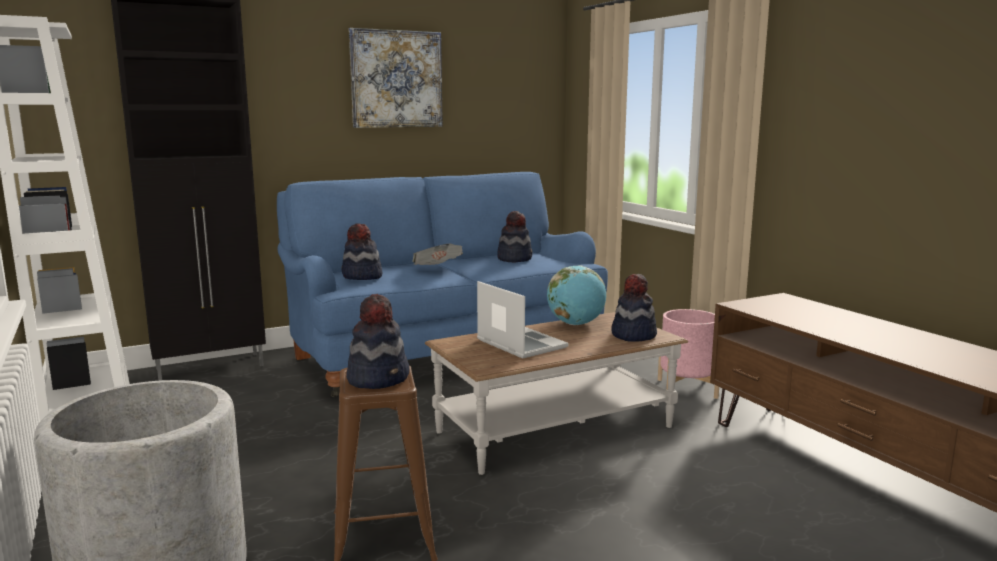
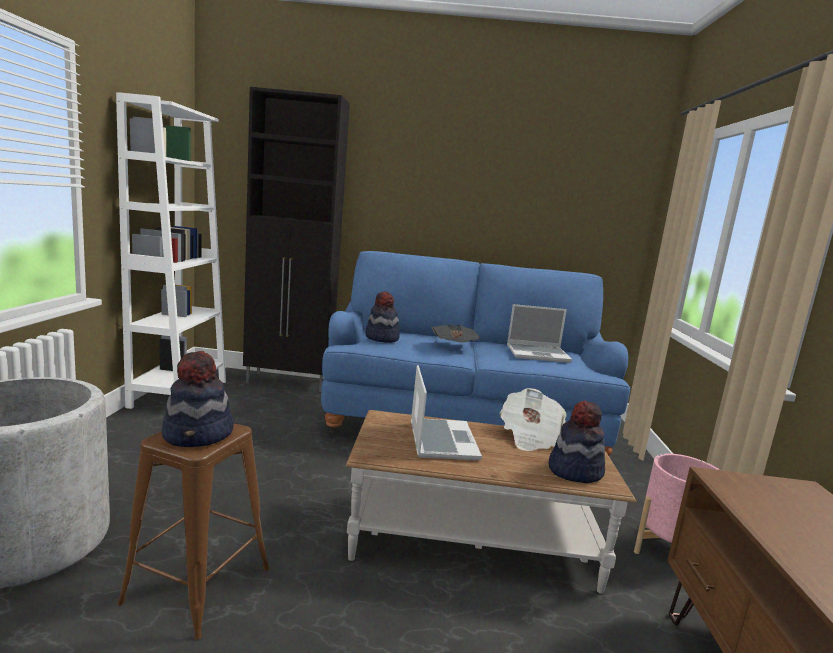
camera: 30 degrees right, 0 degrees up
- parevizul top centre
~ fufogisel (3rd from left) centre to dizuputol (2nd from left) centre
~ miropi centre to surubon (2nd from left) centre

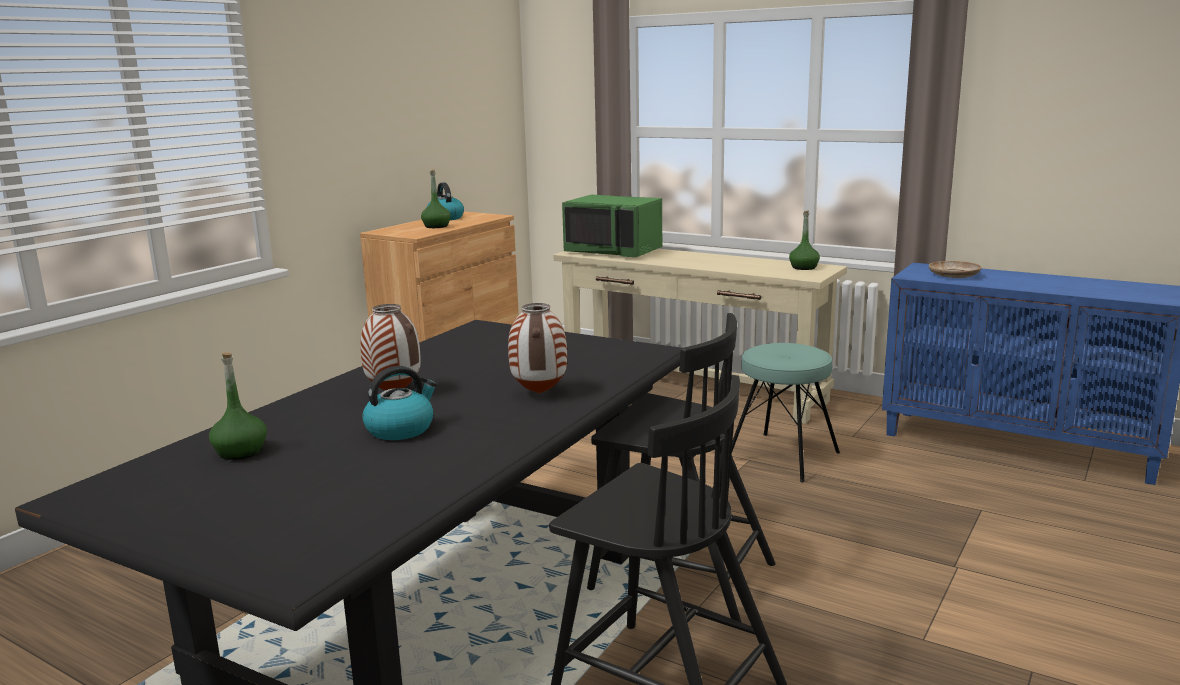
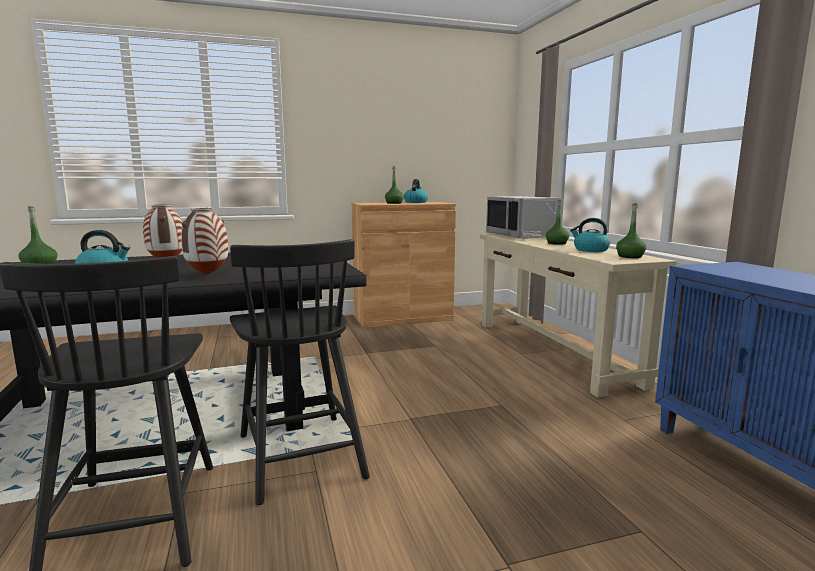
camera: 40 degrees right, 5 degrees down
~ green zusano top centre to grey zusano centre
- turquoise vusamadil centre
- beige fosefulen middle right
+ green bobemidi (3rd from left) middle right
+ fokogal (3rd from left) middle right

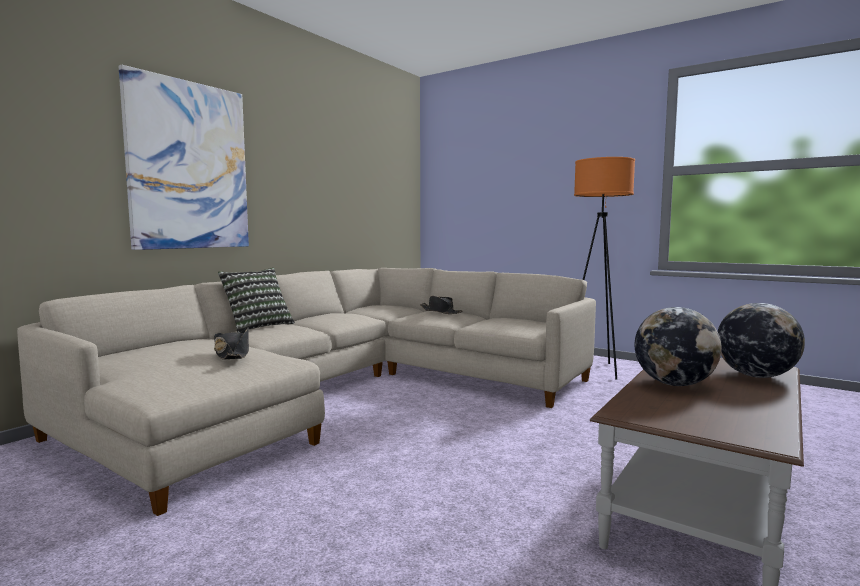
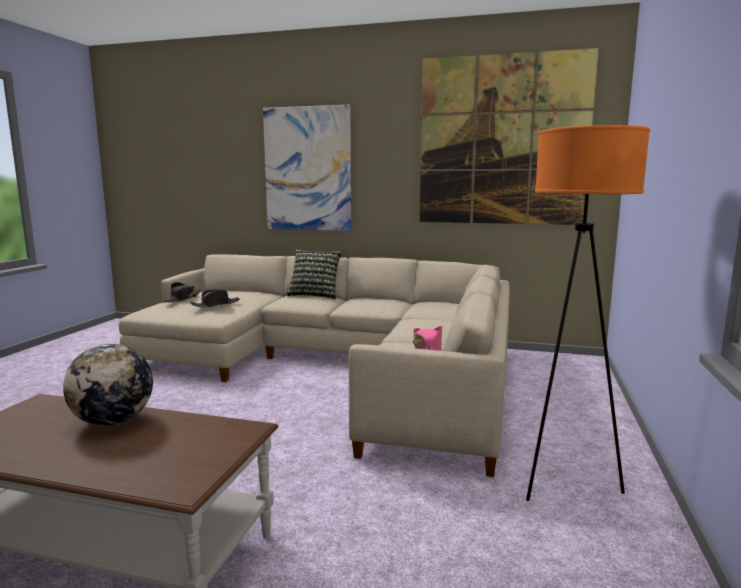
camera: 70 degrees right, 5 degrees up
~ black fufogisel (2nd from left in the first image) centre to black fufogisel (1st from left) middle left
- miropi (2nd from left) middle right
+ pink fufogisel centre
+ parevizul (2nd from left) top right

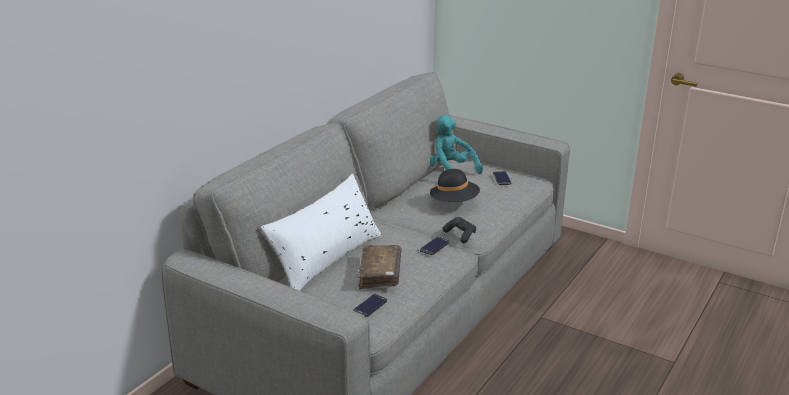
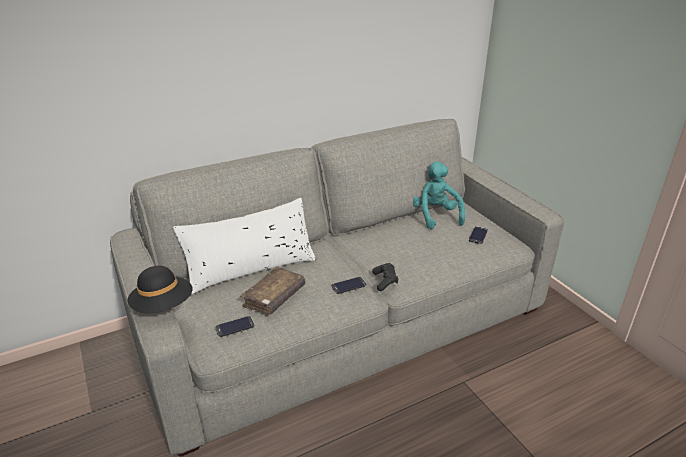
camera: 30 degrees right, 5 degrees up
~ black fufogisel centre to middle left

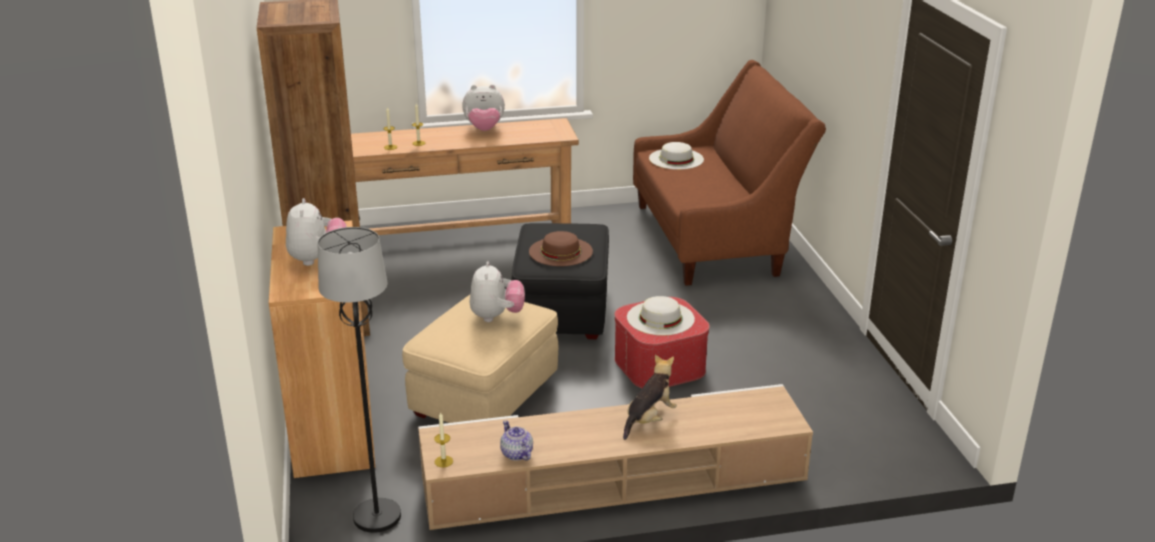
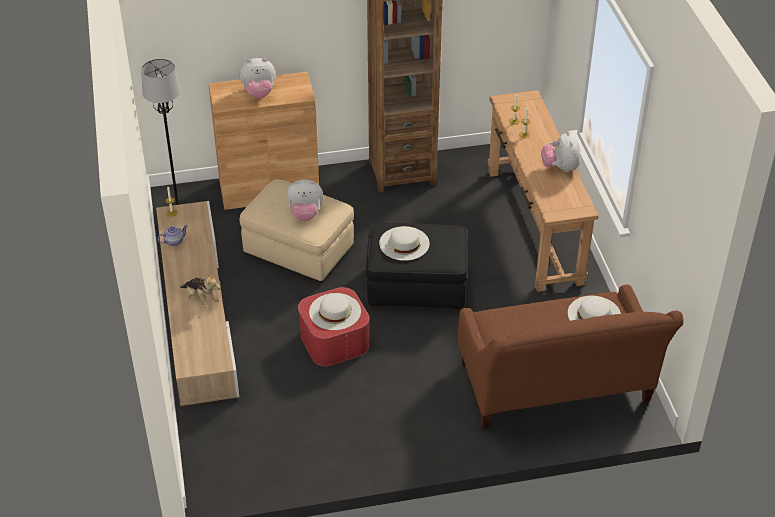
camera: 90 degrees right, 15 degrees up
~ brown fufogisel centre to white fufogisel (2nd from left) centre

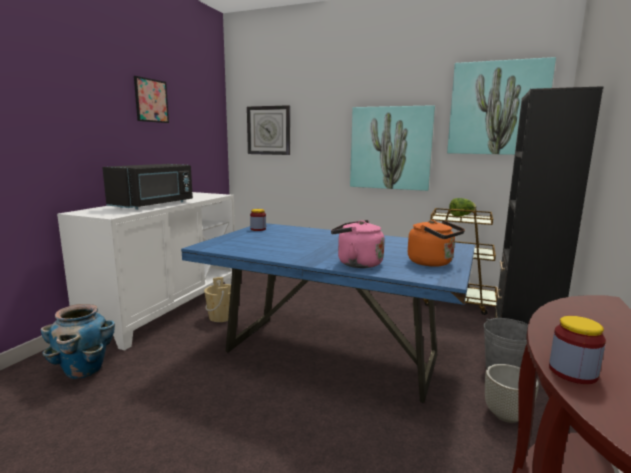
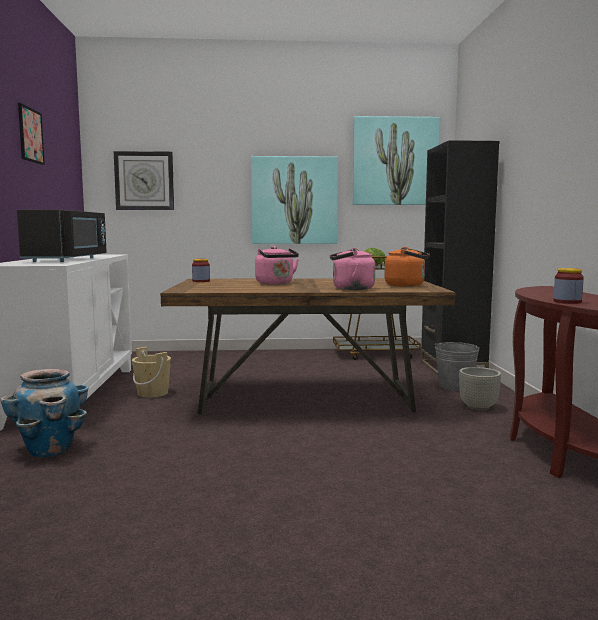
camera: 25 degrees left, 5 degrees down
~ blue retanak centre to brown retanak centre
+ pink fokogal (1st from left) centre

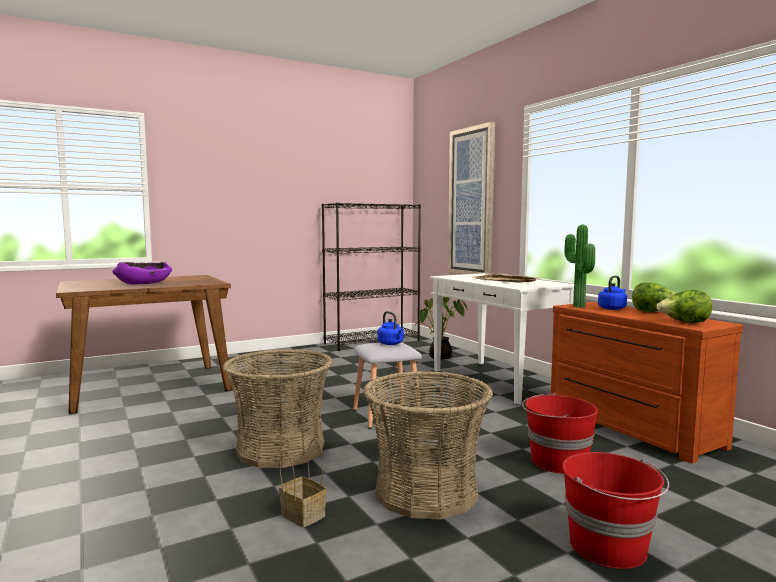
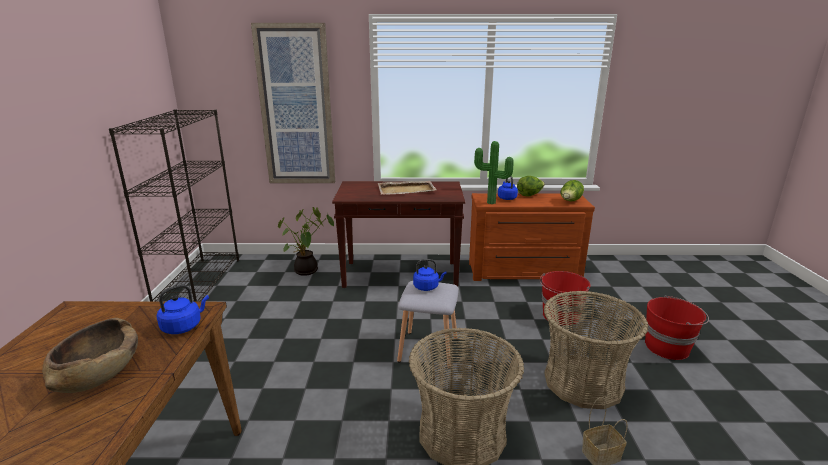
camera: 60 degrees left, 15 degrees up
~ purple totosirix middle left to brown totosirix bottom left
~ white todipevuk centre to brown todipevuk centre
+ blue fokogal (1st from left) middle left

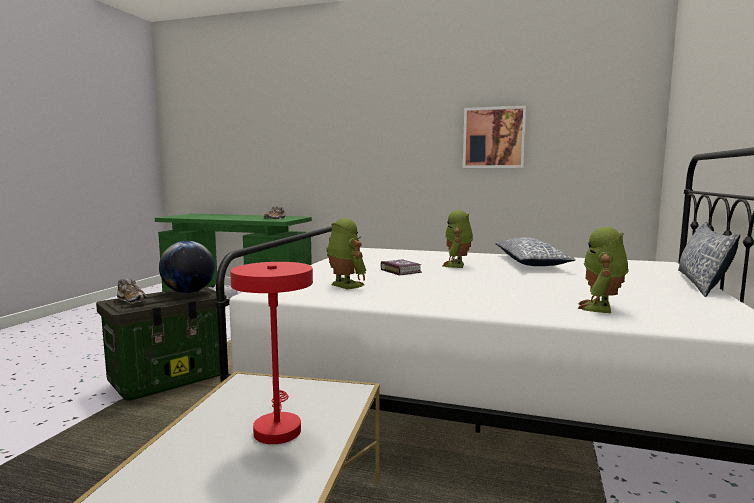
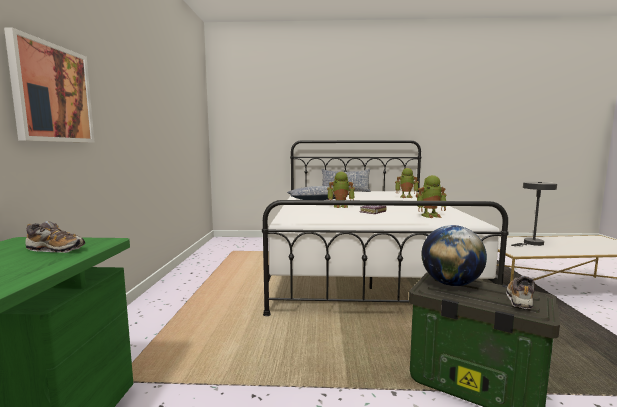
camera: 105 degrees left, 0 degrees up
~ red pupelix bottom centre to grey pupelix middle right
~ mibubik (1st from left in the first image) centre = middle right 135 degrees counterclockwise
~ parevizul top centre to top left

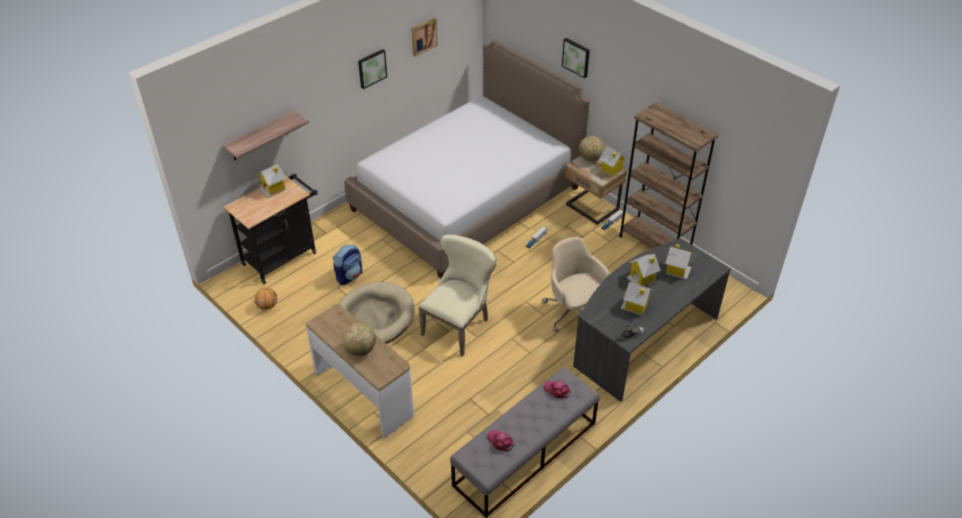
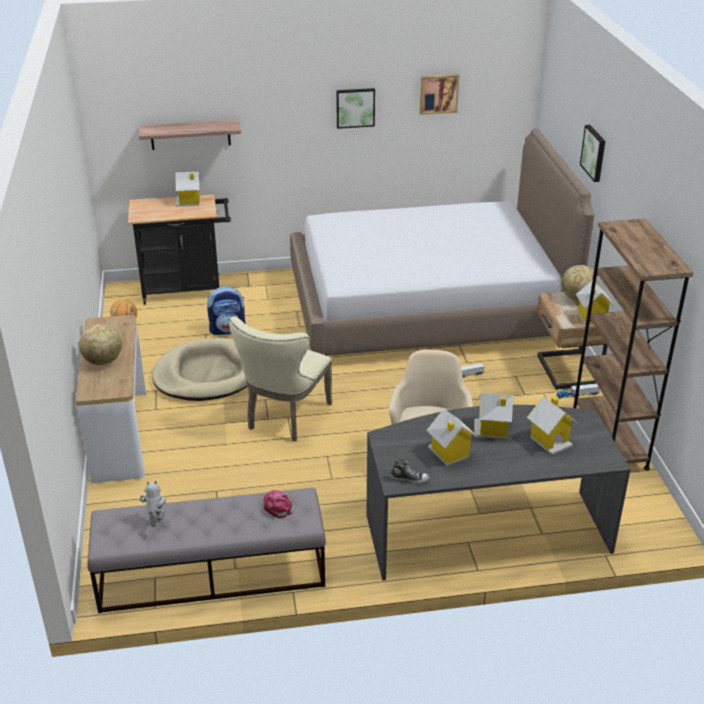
camera: 35 degrees right, 10 degrees down
~ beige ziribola centre = centre 135 degrees clockwise
~ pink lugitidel (1st from left) bottom centre to mibubik bottom left

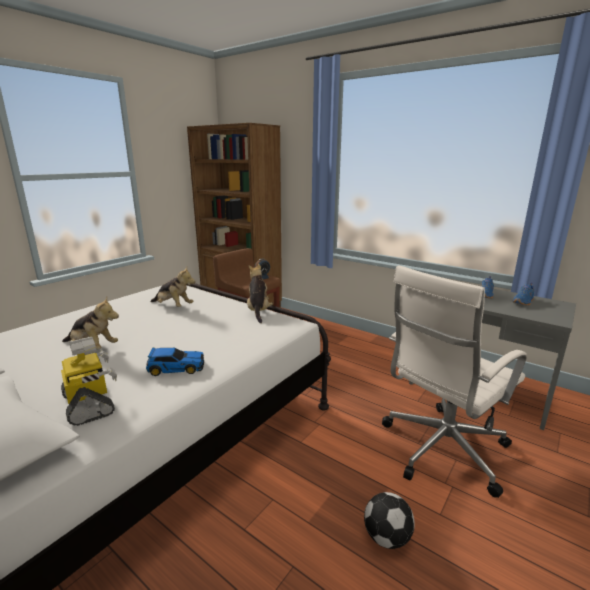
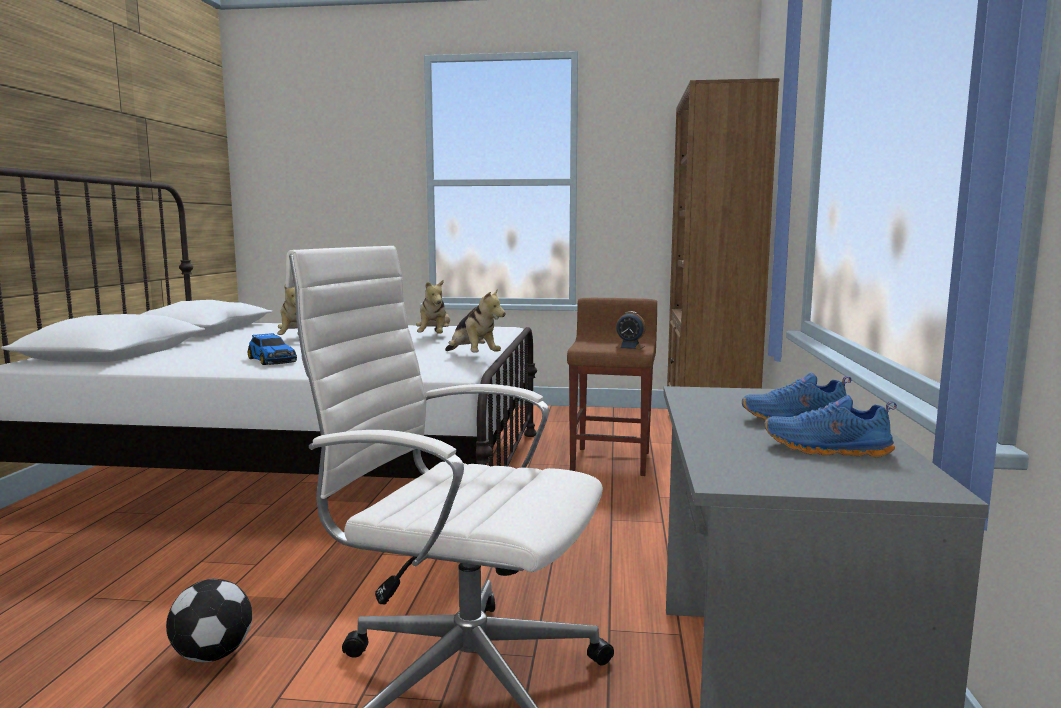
camera: 60 degrees right, 10 degrees down
- mibubik middle left
~ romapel (3rd from left) centre = centre 90 degrees clockwise

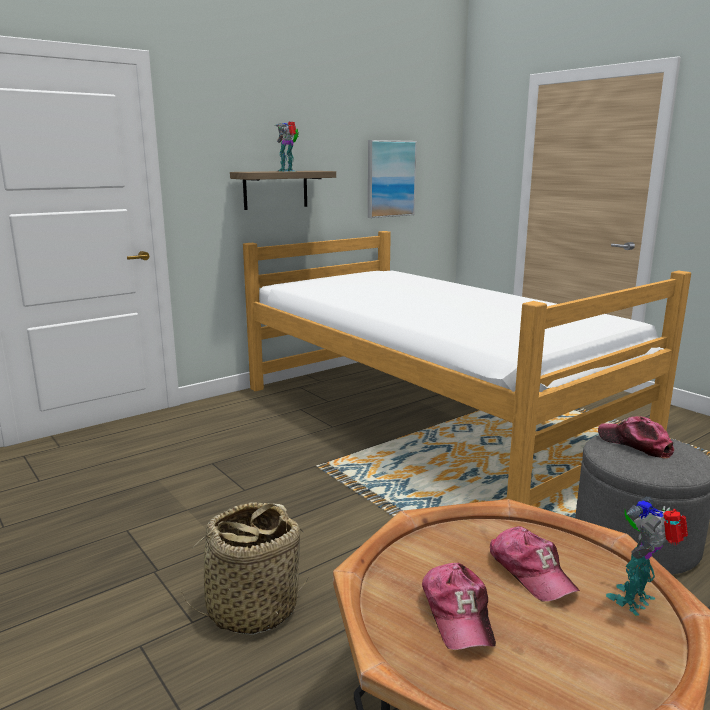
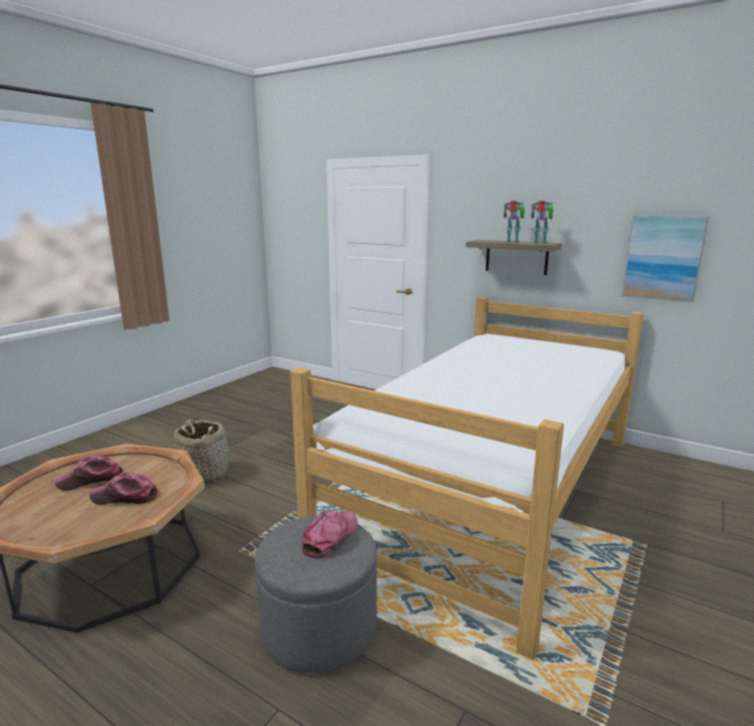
camera: 70 degrees right, 0 degrees up
~ lugitidel (2nd from left) bottom right = bottom left 45 degrees clockwise
~ mibubik (2nd from left) bottom right to top right

